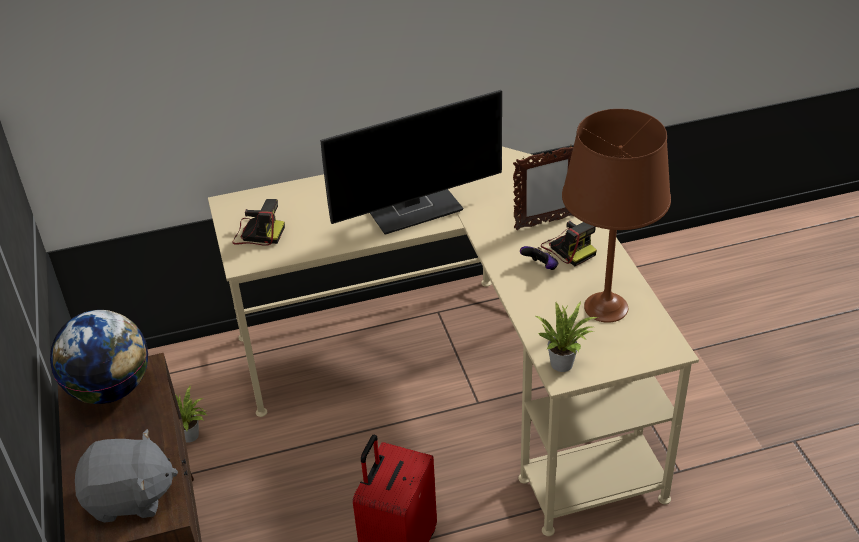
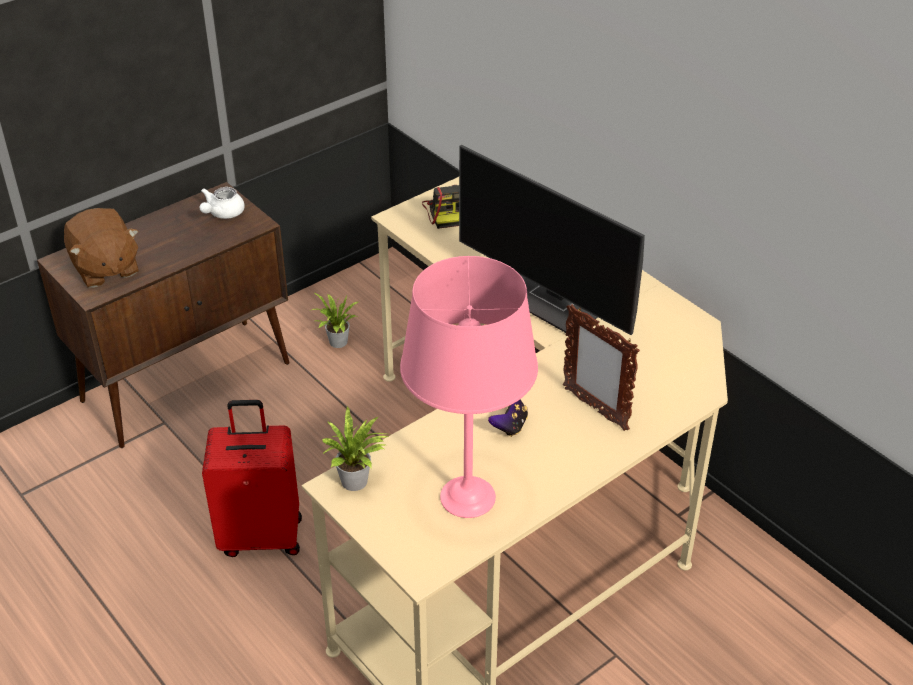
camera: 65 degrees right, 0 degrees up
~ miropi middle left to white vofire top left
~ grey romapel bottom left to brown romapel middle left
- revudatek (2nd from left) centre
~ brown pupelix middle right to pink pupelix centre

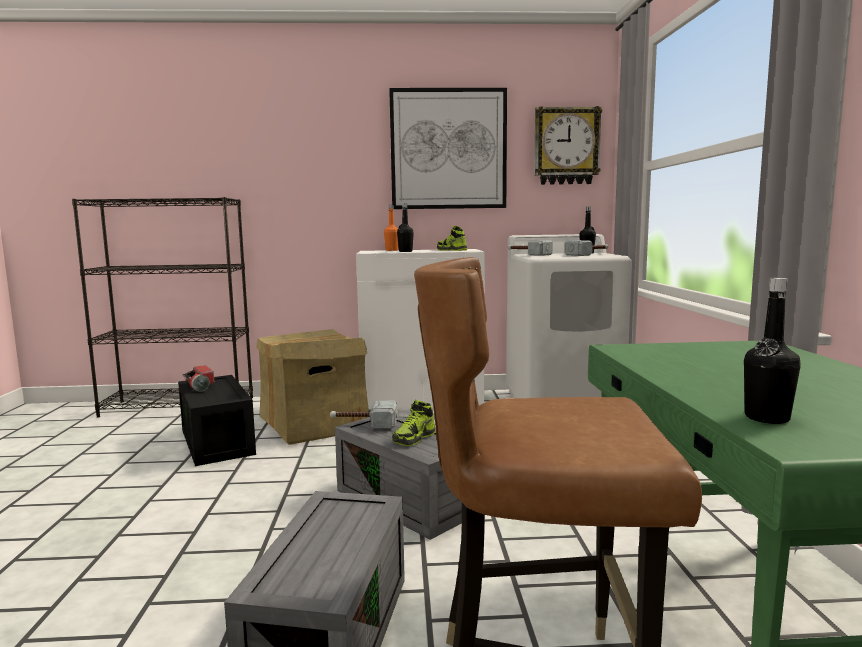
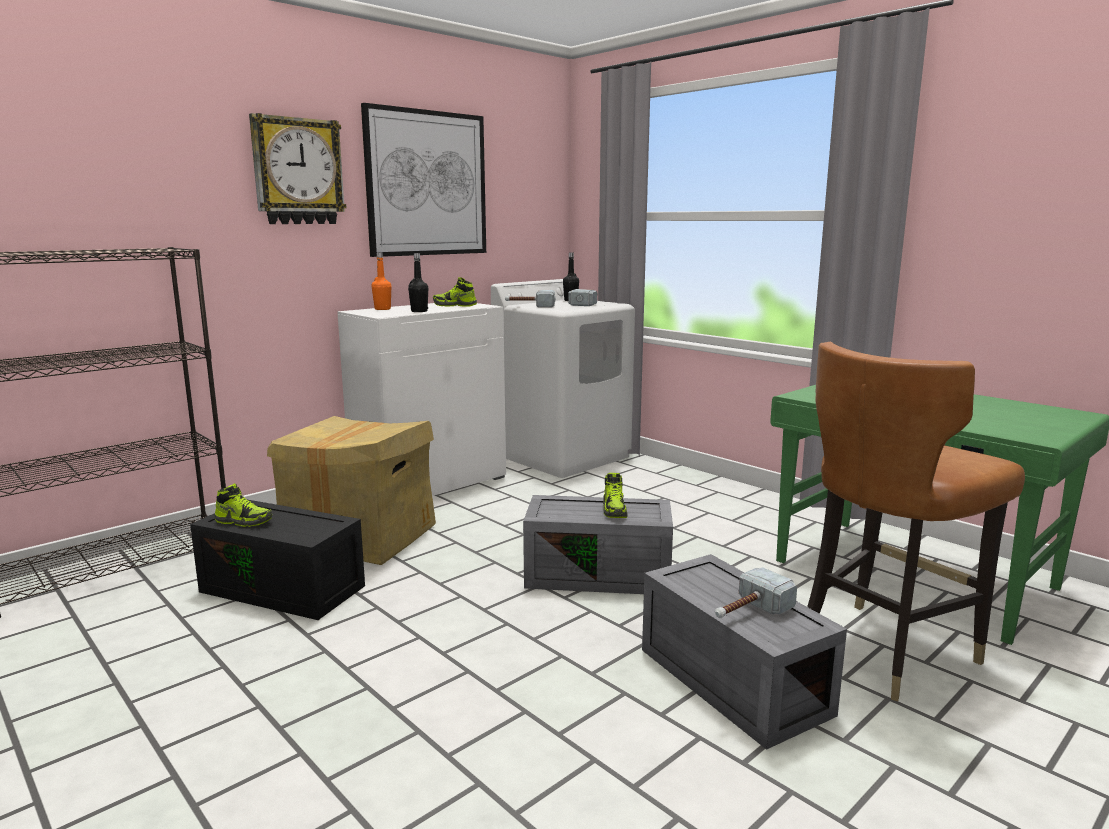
camera: 40 degrees left, 5 degrees up
~ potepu middle left to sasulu (1st from left) middle left
~ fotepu (1st from left in the first image) centre to fotepu (3rd from left) bottom right
~ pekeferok top centre to top left
- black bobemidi (3rd from left) middle right

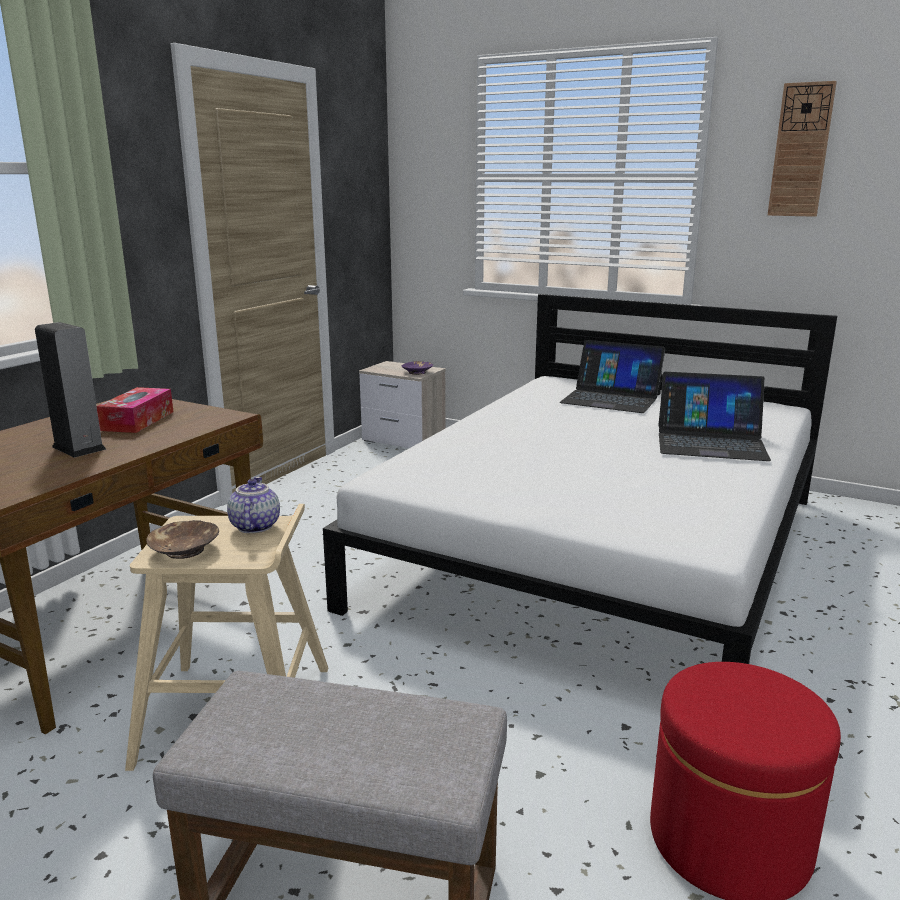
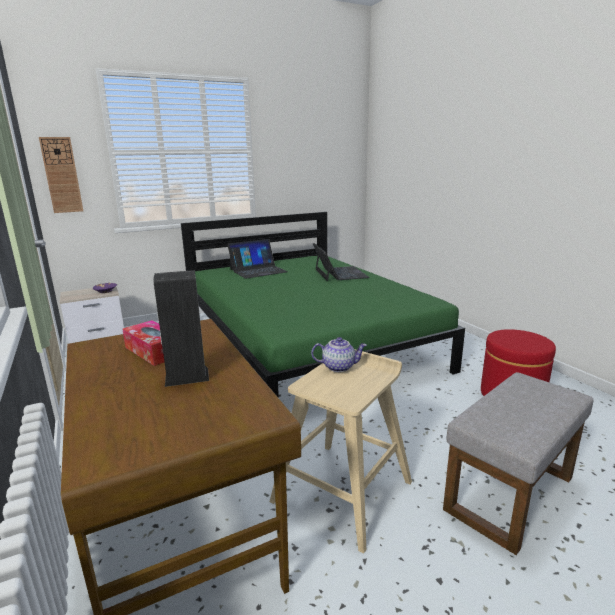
camera: 55 degrees left, 0 degrees up
- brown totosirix middle left
~ vofire middle left = centre 150 degrees clockwise
~ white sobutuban centre to green sobutuban centre
~ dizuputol (2nd from left) middle right = centre 60 degrees counterclockwise
~ pekeferok top right to top left

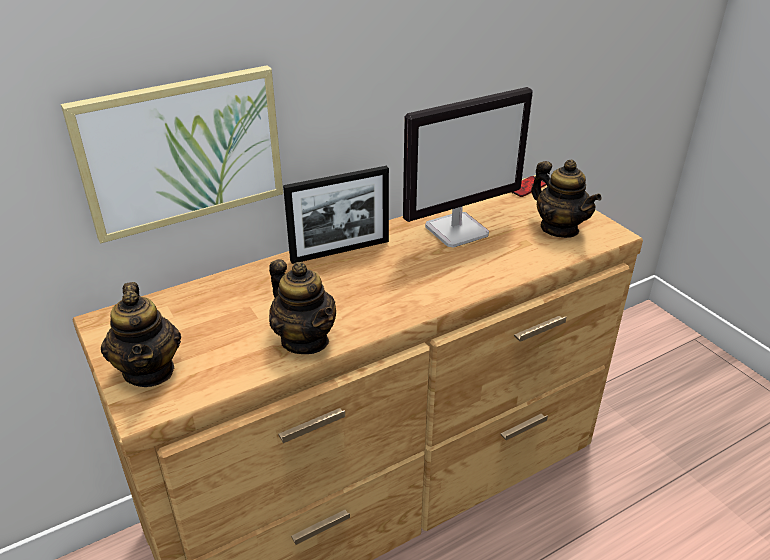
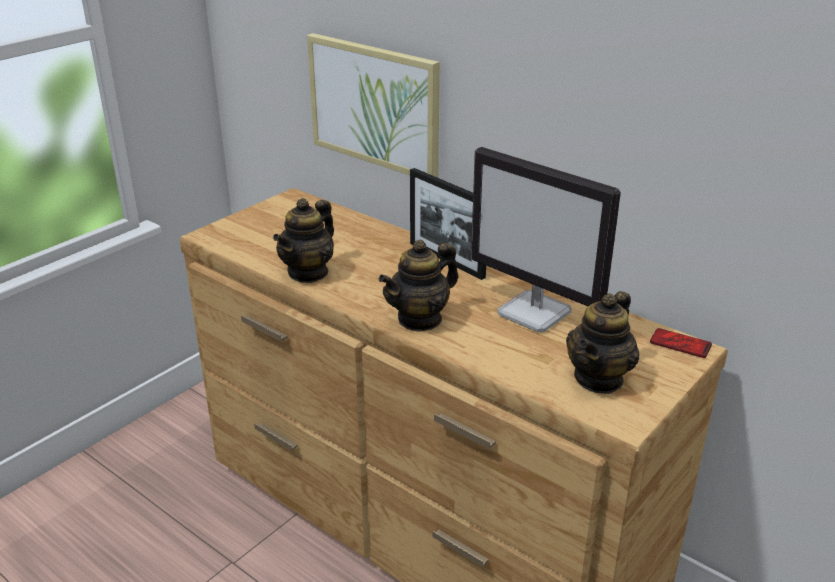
camera: 70 degrees right, 5 degrees down
~ vofire (1st from left in the first image) middle left to vofire (2nd from left) centre

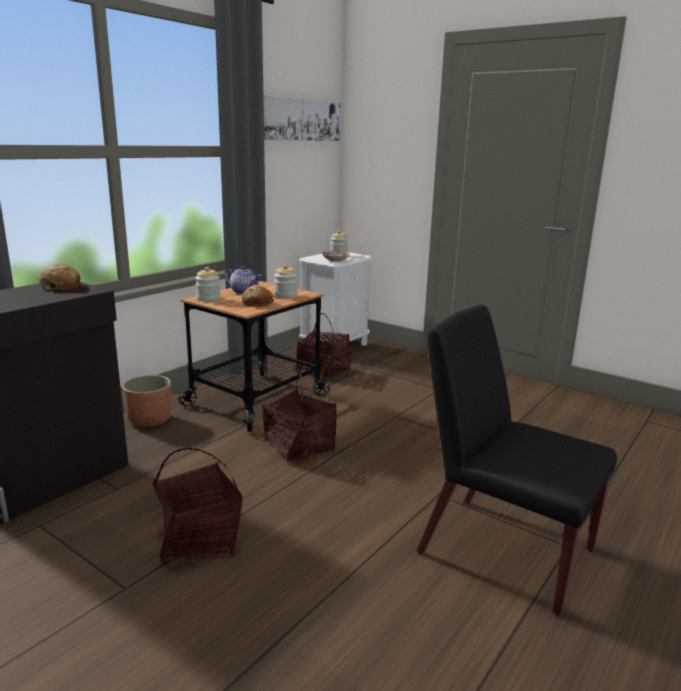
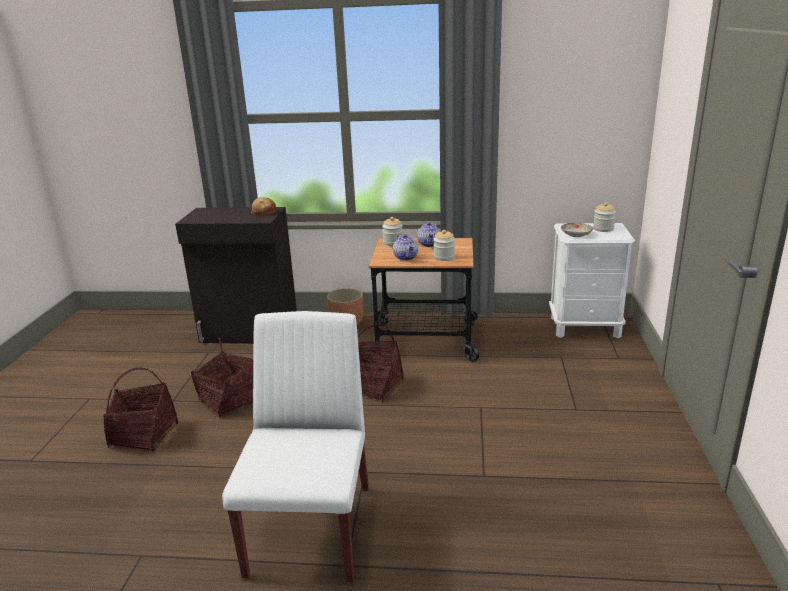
camera: 60 degrees right, 5 degrees up
~ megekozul (2nd from left) centre to vofire (1st from left) centre
- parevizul top centre
~ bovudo (3rd from left in the first image) centre to bovudo (1st from left) bottom left
~ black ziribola middle right to white ziribola bottom centre

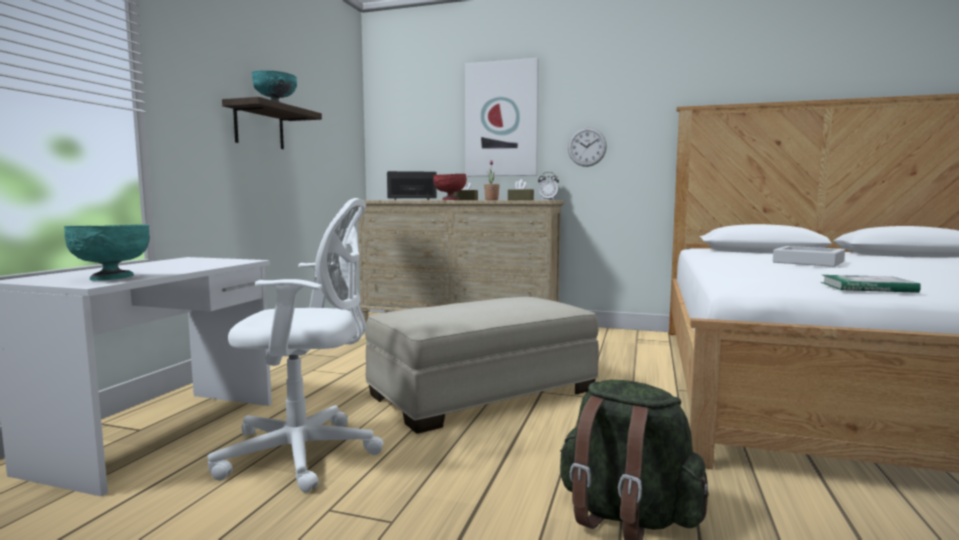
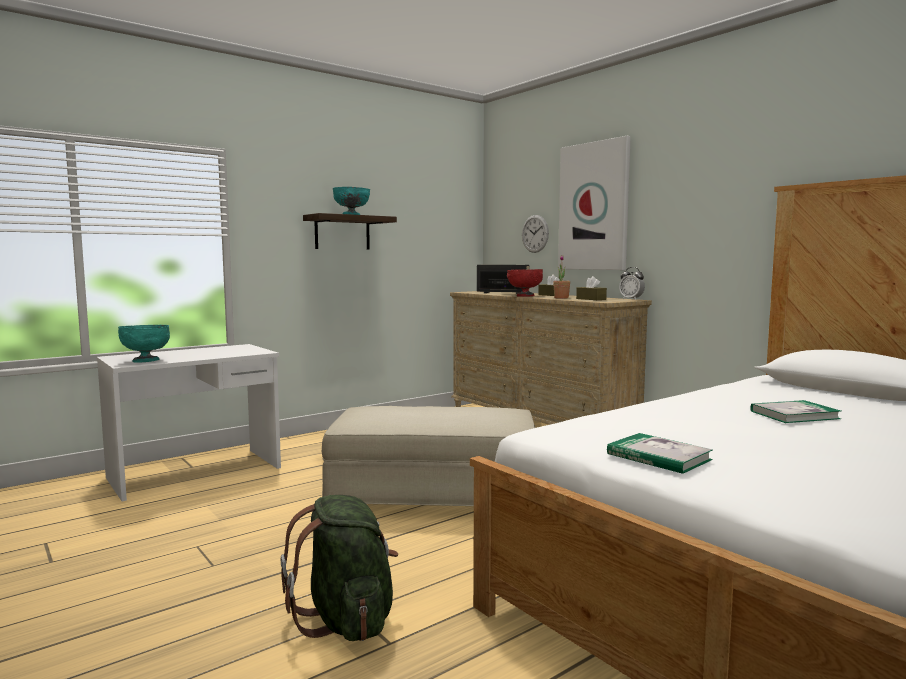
camera: 35 degrees right, 0 degrees up
- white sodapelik middle left
~ pekeferok top centre to centre
~ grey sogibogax middle right to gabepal (2nd from left) middle right

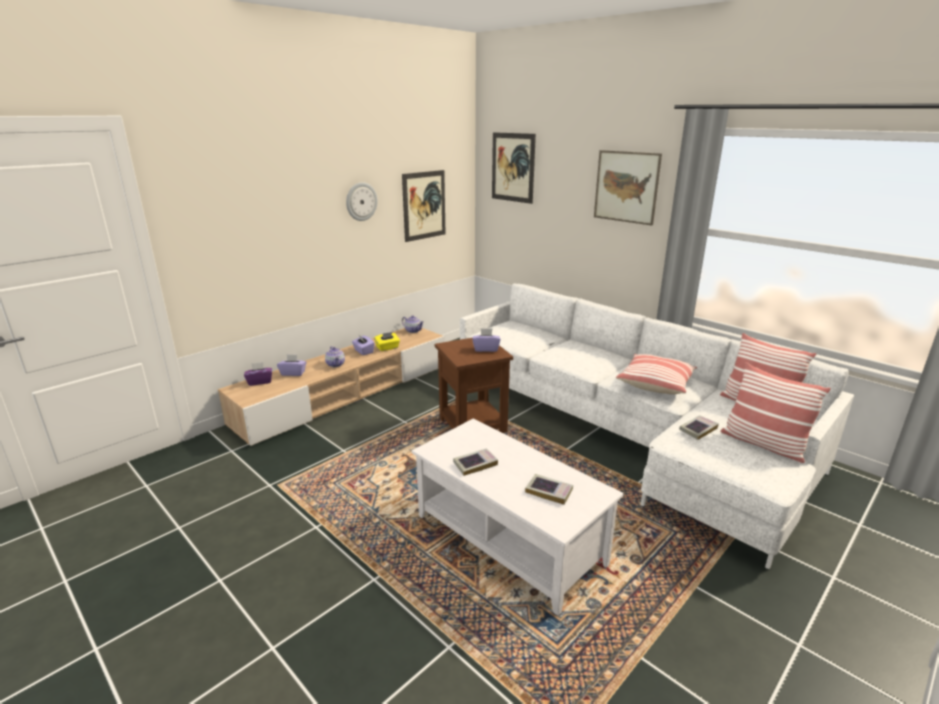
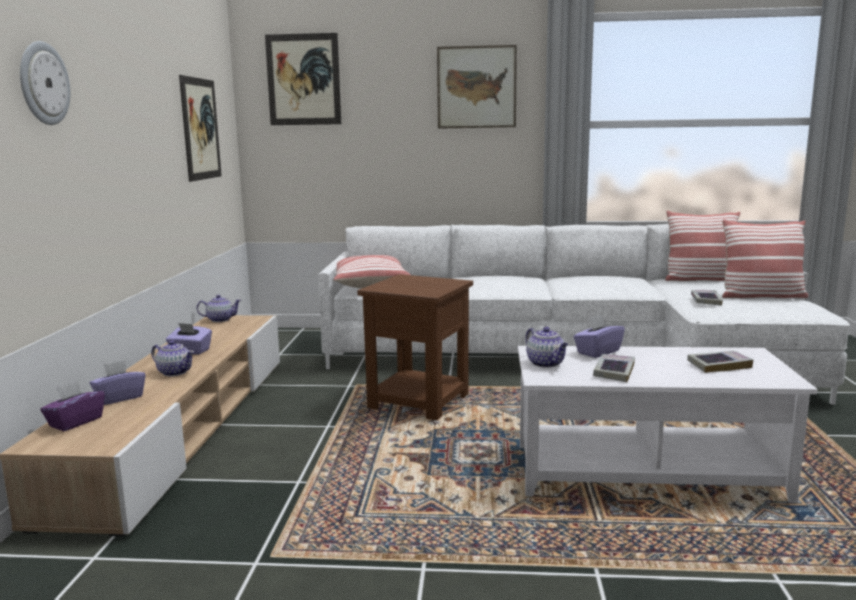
camera: 40 degrees left, 10 degrees down
~ pekeferok top centre to top left
- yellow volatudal centre
~ purple volatudal (4th from left) centre to middle right
~ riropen (1st from left) middle right to centre
+ vofire (3rd from left) centre

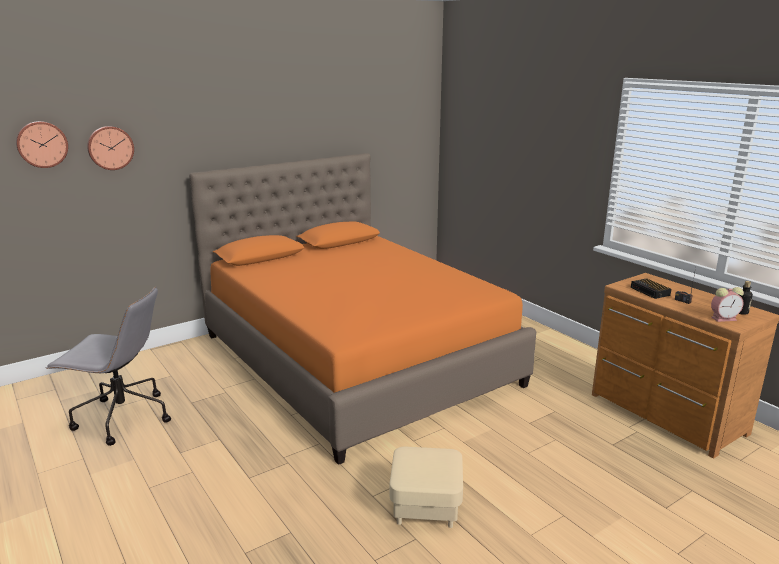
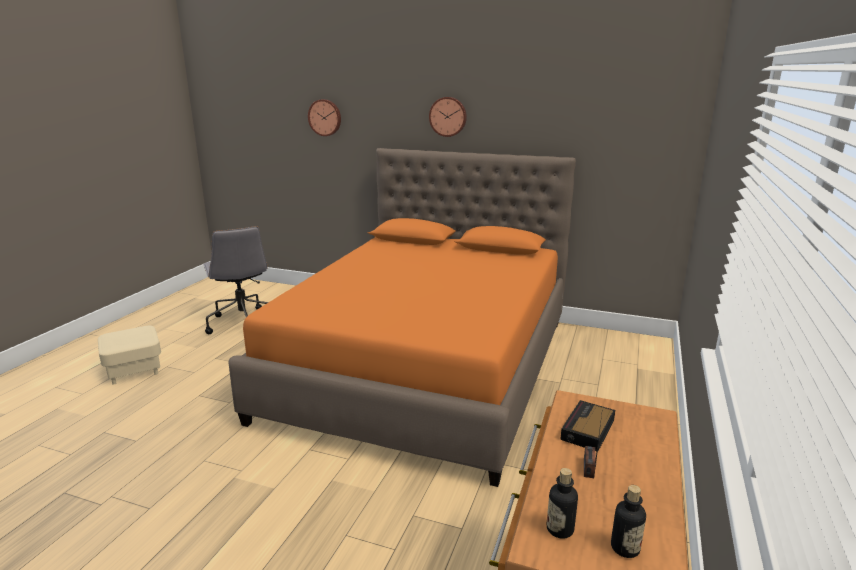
camera: 55 degrees right, 0 degrees up
~ pekeferok (1st from left in the first image) top left to pekeferok (2nd from left) top centre
~ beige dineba bottom centre to middle left
~ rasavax (2nd from left) middle right to bobemidi (1st from left) bottom centre

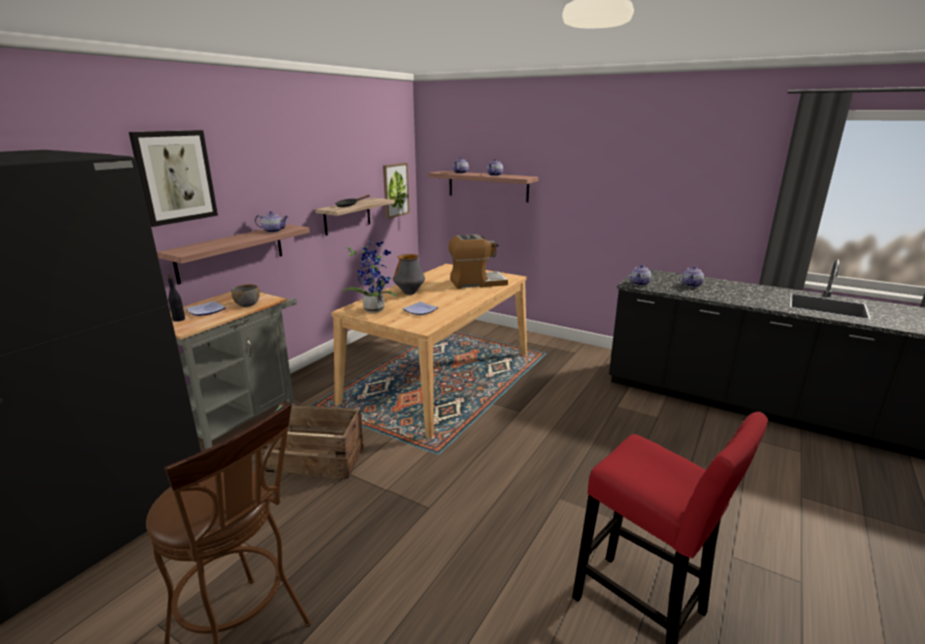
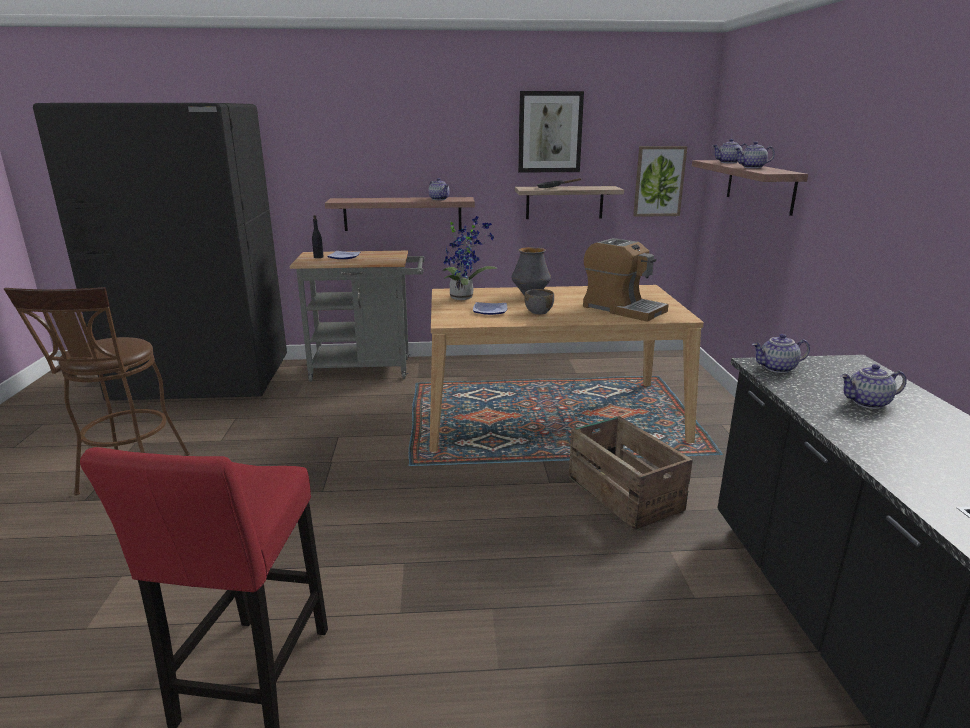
camera: 55 degrees right, 0 degrees up
~ parevizul (1st from left) top left to top centre
~ grey totosirix middle left to centre
~ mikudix bottom centre to centre

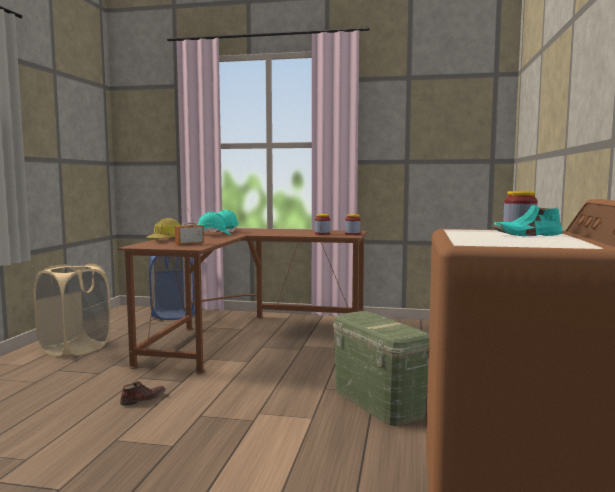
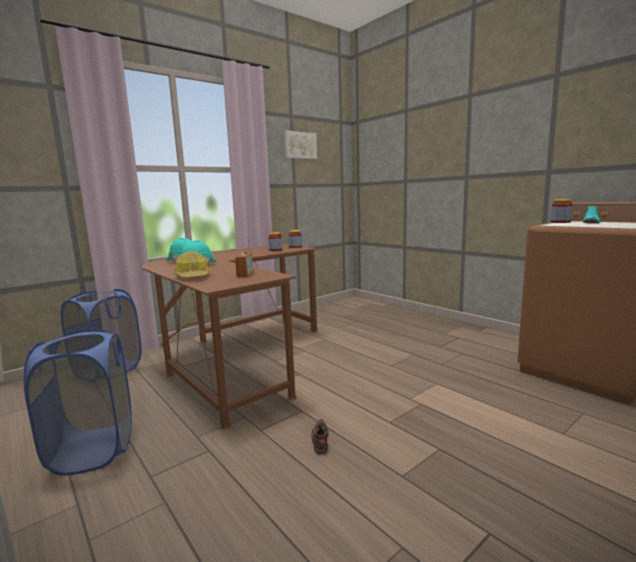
camera: 50 degrees left, 5 degrees up
~ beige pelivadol middle left to blue pelivadol (1st from left) bottom left
- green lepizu bottom centre
+ parevizul top centre

